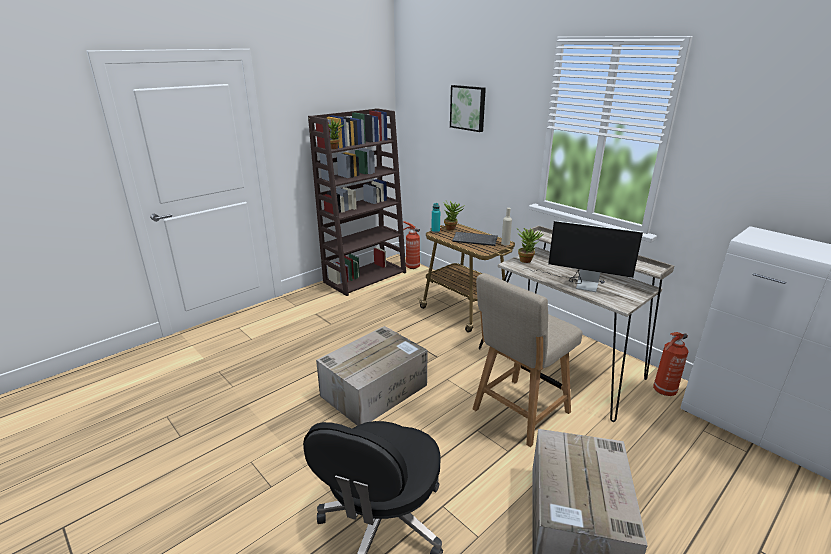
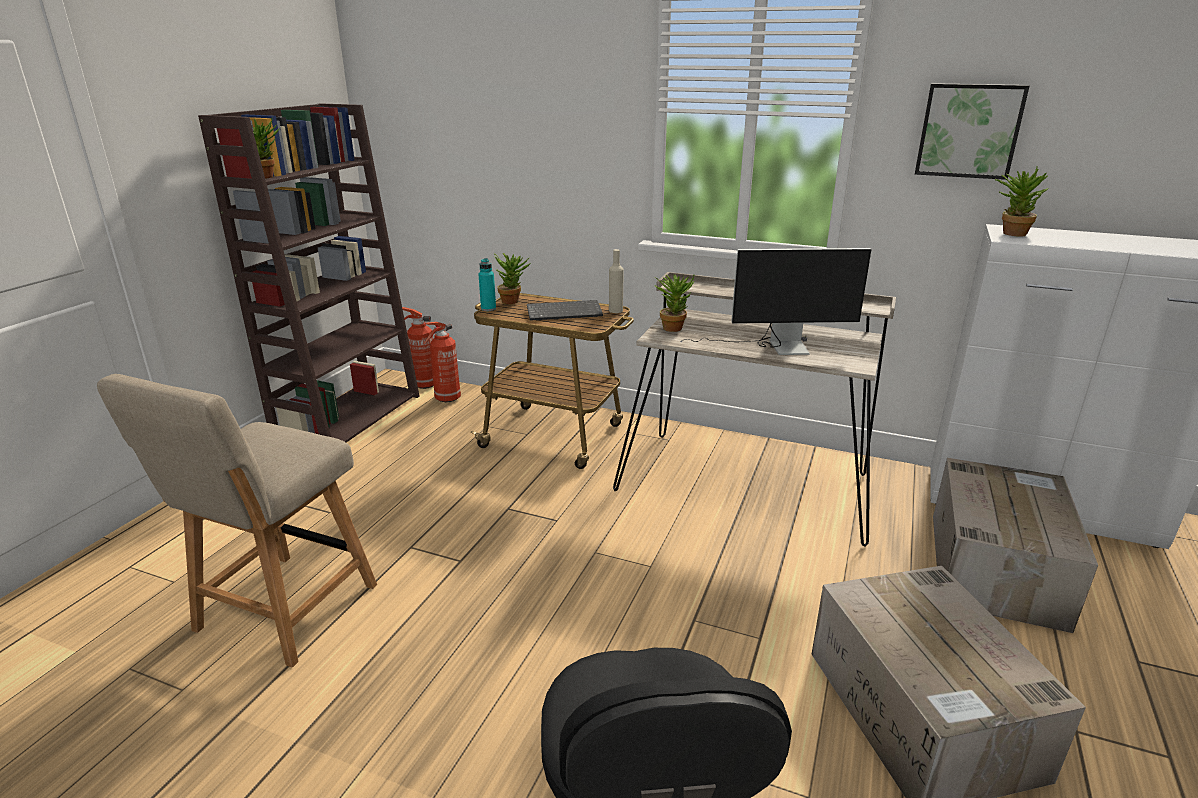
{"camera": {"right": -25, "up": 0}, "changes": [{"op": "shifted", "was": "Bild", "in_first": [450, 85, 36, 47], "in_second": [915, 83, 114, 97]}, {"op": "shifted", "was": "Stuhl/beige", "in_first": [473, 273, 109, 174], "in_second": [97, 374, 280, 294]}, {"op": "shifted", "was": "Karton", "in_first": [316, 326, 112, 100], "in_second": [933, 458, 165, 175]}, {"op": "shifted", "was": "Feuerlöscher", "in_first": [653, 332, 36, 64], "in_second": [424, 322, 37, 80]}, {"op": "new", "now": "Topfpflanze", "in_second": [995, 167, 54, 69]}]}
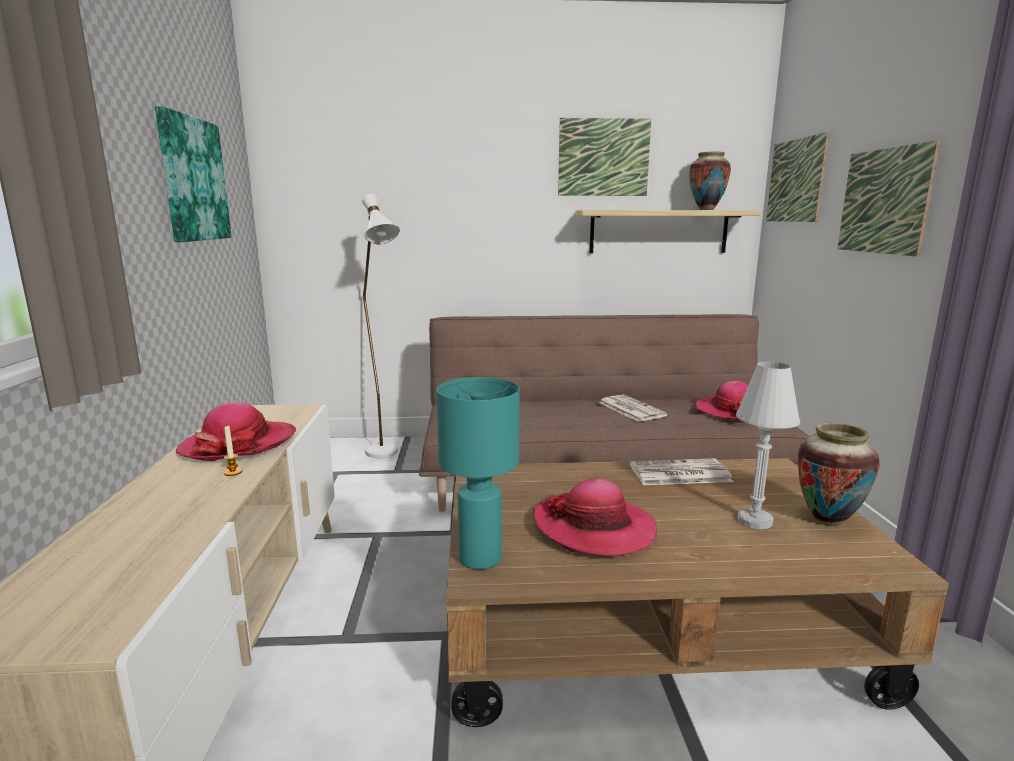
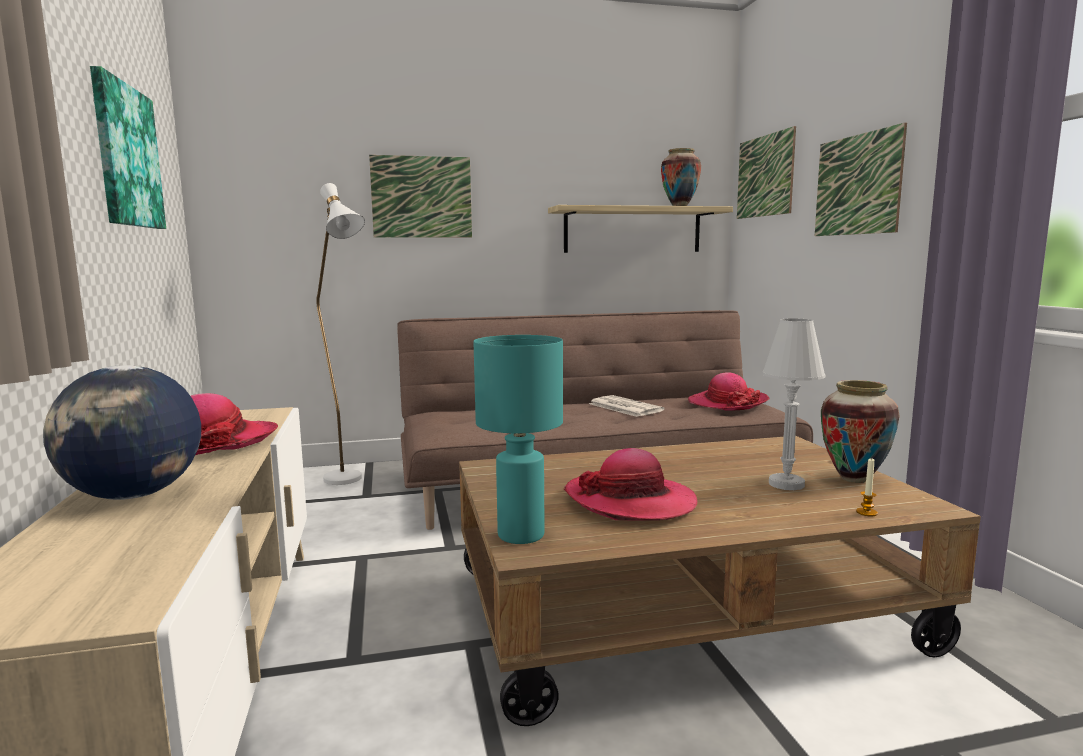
{"camera": {"right": -10, "up": -5}, "changes": [{"op": "shifted", "was": "Bild", "in_first": [558, 118, 93, 78], "in_second": [369, 155, 103, 83]}, {"op": "shifted", "was": "Kerze", "in_first": [224, 426, 18, 50], "in_second": [856, 457, 22, 60]}, {"op": "gone", "was": "Zeitung", "in_first": [630, 458, 103, 27]}, {"op": "new", "now": "Globus", "in_second": [43, 365, 158, 135]}]}
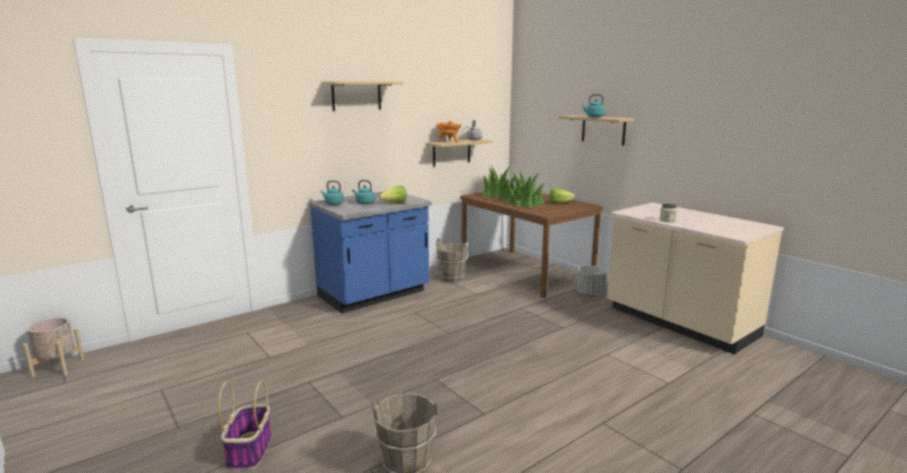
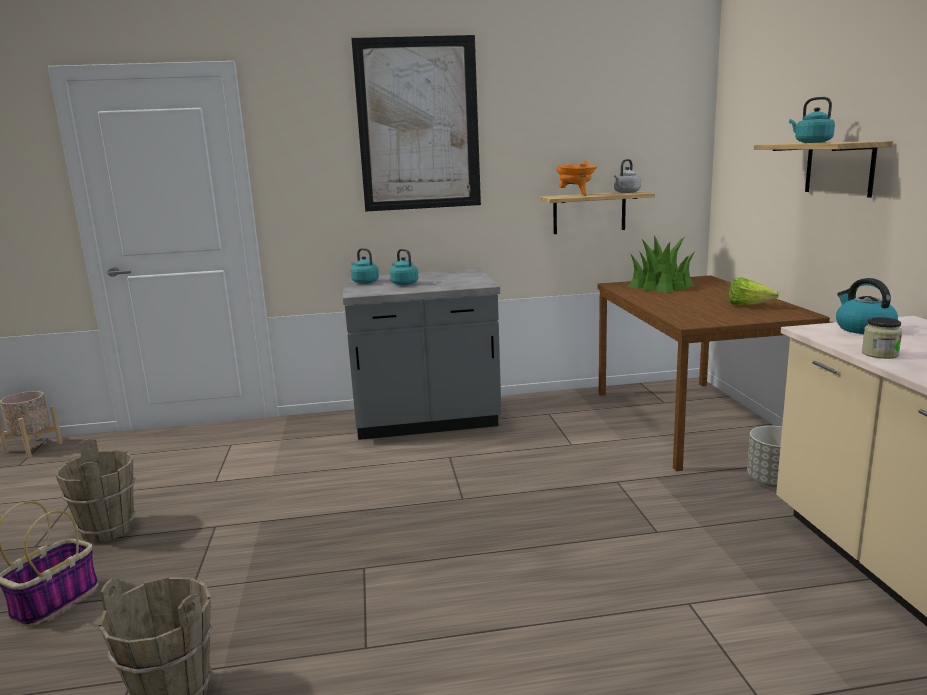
{"camera": {"right": 30, "up": 0}, "changes": [{"op": "swapped", "was": "Wandregal", "now": "Bild", "in_first": [321, 81, 82, 30], "in_second": [351, 35, 130, 177]}, {"op": "gone", "was": "Topfpflanze", "in_first": [505, 171, 40, 37]}, {"op": "gone", "was": "Salatkopf", "in_first": [379, 186, 28, 17]}, {"op": "repainted", "was": "Küchenzeile/blau", "now": "Küchenzeile/grau", "in_first": [309, 192, 122, 121], "in_second": [343, 268, 158, 172]}, {"op": "shifted", "was": "Eimer/braun", "in_first": [437, 238, 31, 45], "in_second": [56, 438, 80, 105]}, {"op": "new", "now": "Wasserkessel", "in_second": [836, 278, 62, 56]}]}
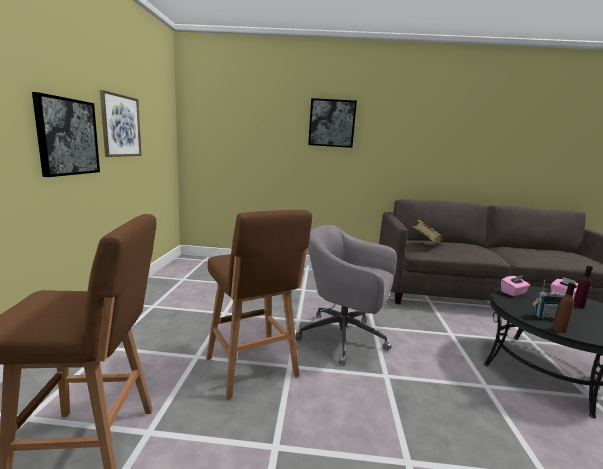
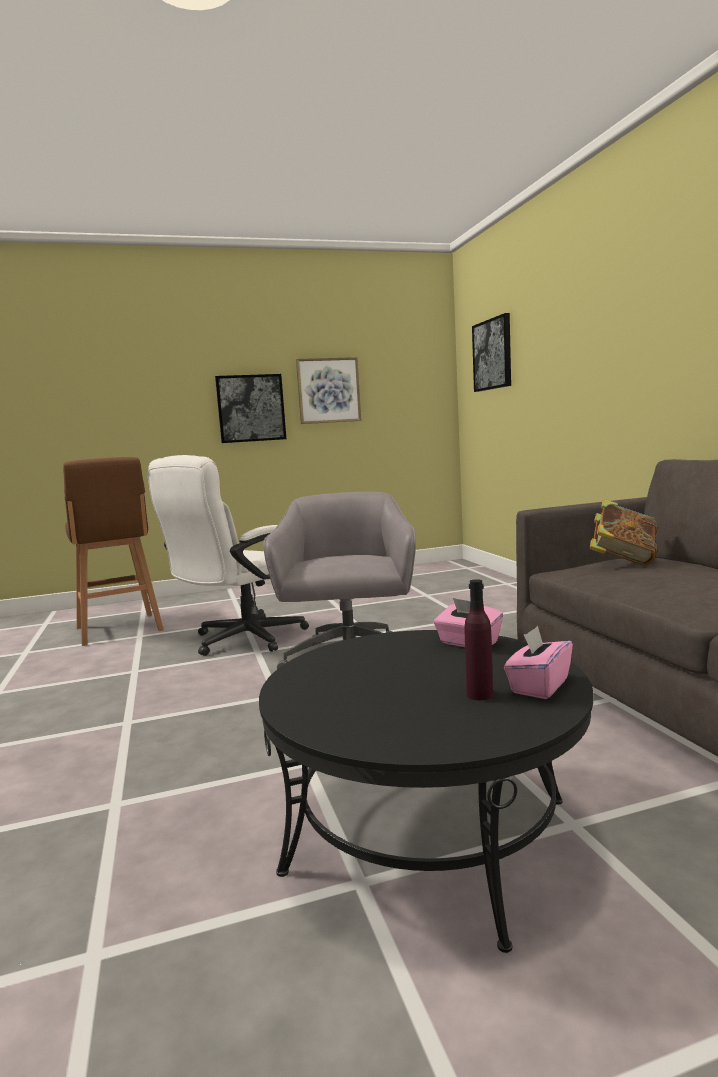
{"camera": {"right": 70, "up": -5}, "changes": [{"op": "shifted", "was": "Bild", "in_first": [308, 98, 49, 50], "in_second": [472, 313, 39, 79]}, {"op": "swapped", "was": "Hocker/braun", "now": "Bürostuhl/weiß", "in_first": [206, 210, 106, 190], "in_second": [148, 455, 161, 201]}, {"op": "gone", "was": "Radio", "in_first": [532, 280, 32, 40]}, {"op": "gone", "was": "Flasche/braun", "in_first": [553, 282, 23, 51]}]}
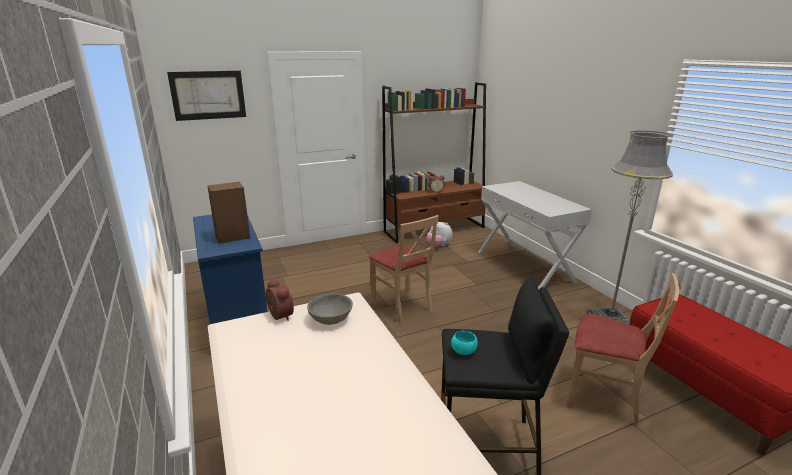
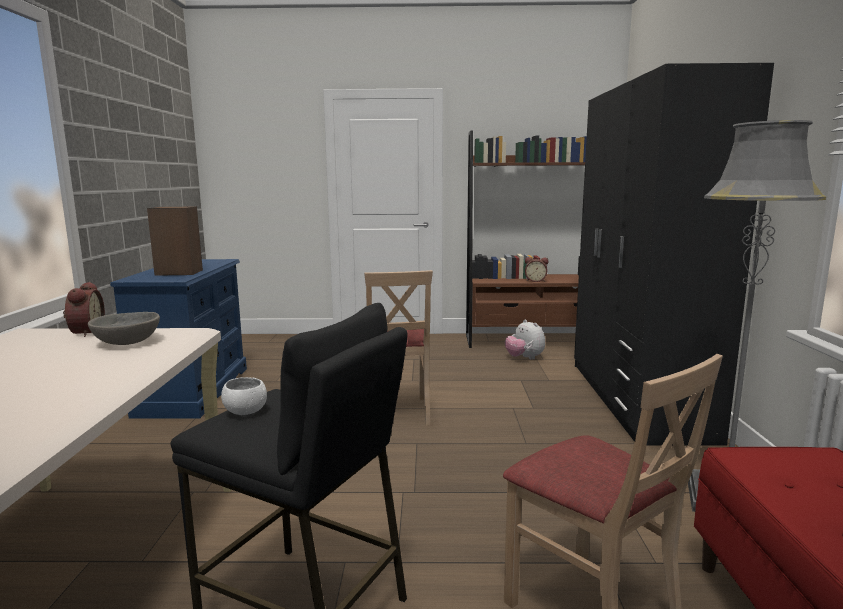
{"camera": {"right": 25, "up": -10}, "changes": [{"op": "gone", "was": "Bild", "in_first": [167, 71, 79, 50]}, {"op": "swapped", "was": "Konsolentisch/weiß", "now": "Kleiderschrank/schwarz", "in_first": [478, 181, 114, 108], "in_second": [574, 63, 200, 383]}, {"op": "repainted", "was": "Schüssel/türkis", "now": "Schüssel/weiß", "in_first": [451, 331, 27, 24], "in_second": [221, 377, 46, 38]}]}
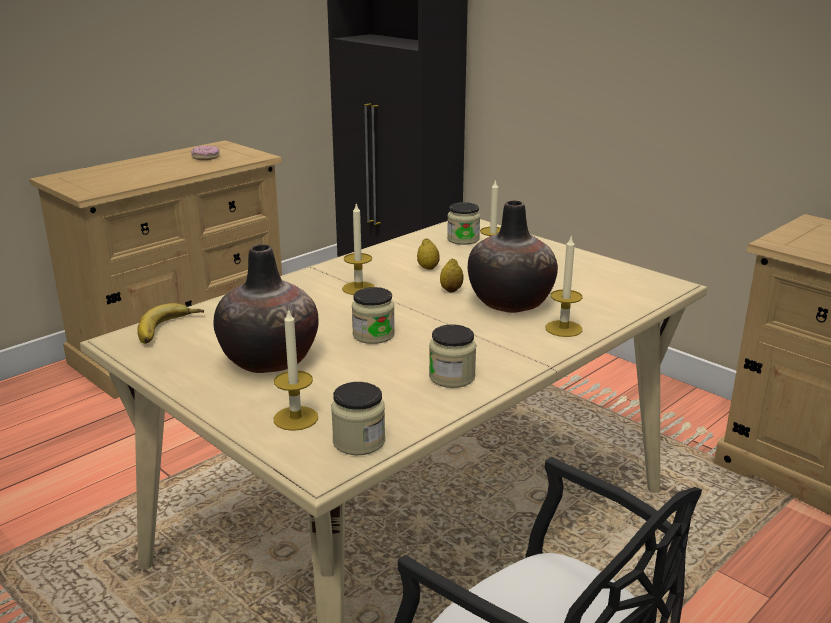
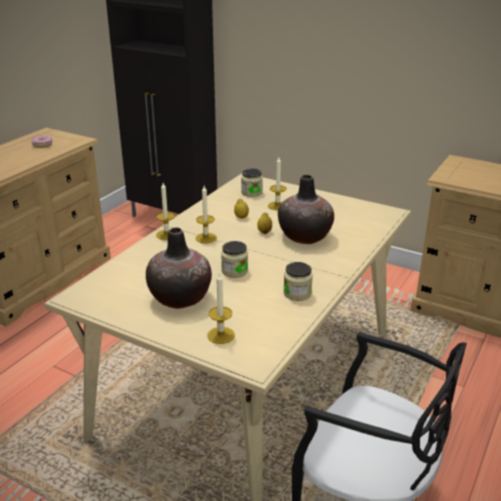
{"camera": {"right": -15, "up": 5}, "changes": [{"op": "shifted", "was": "Kerze", "in_first": [546, 237, 37, 100], "in_second": [156, 183, 19, 57]}, {"op": "gone", "was": "Banane", "in_first": [137, 303, 67, 41]}, {"op": "gone", "was": "Vorratsglas", "in_first": [331, 382, 54, 73]}]}
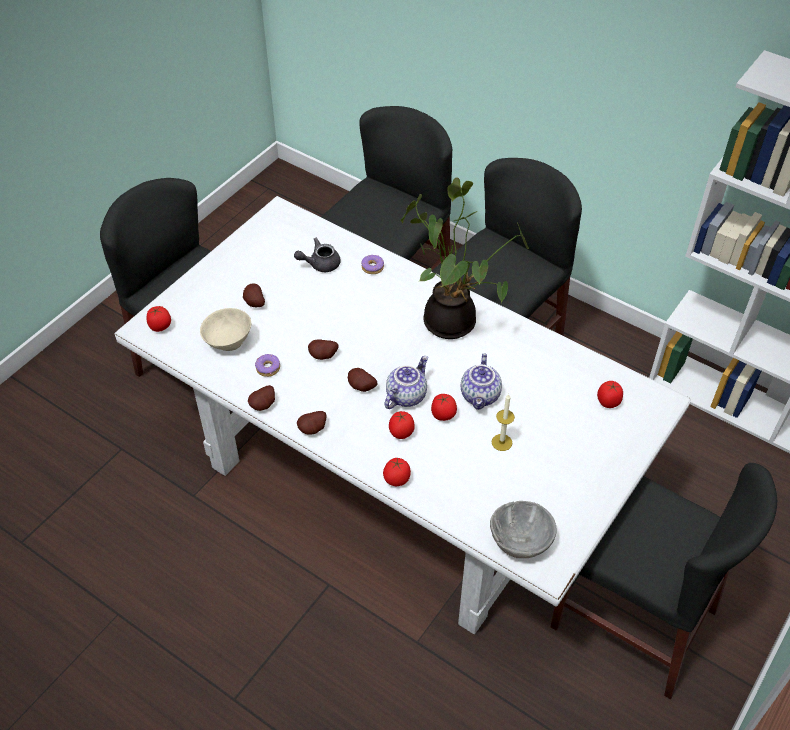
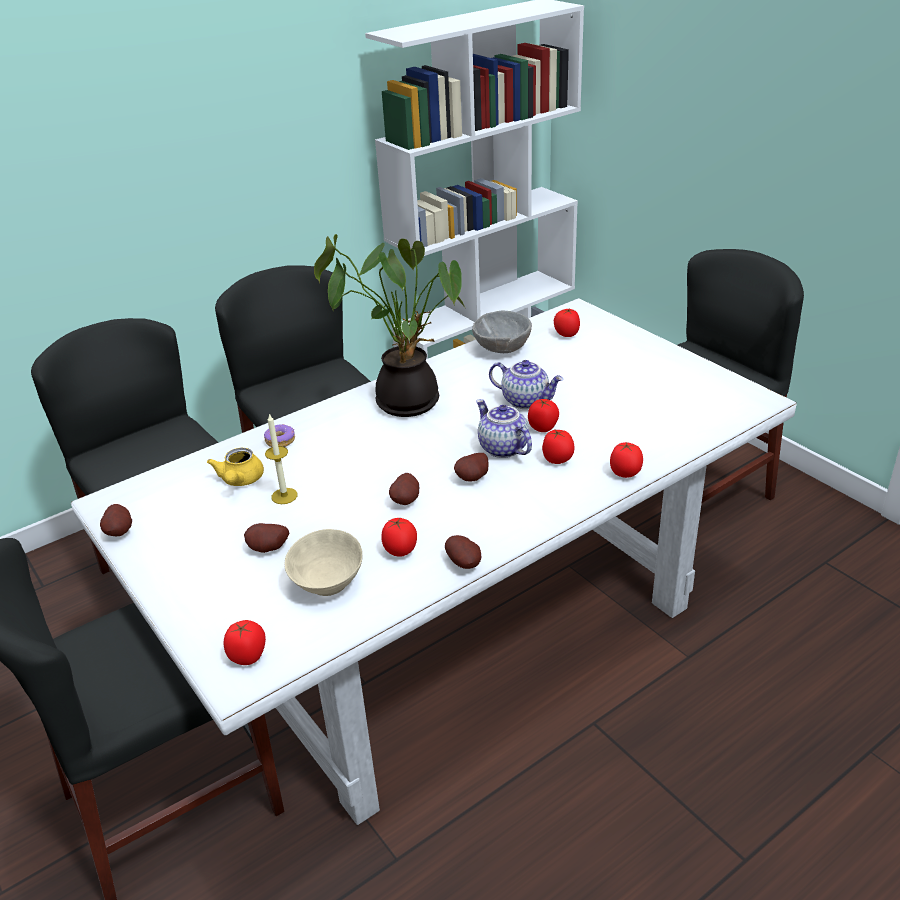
{"camera": {"right": -70, "up": -15}, "changes": [{"op": "repainted", "was": "Teekanne/grau", "now": "Teekanne/gelb", "in_first": [294, 238, 47, 34], "in_second": [207, 448, 57, 38]}, {"op": "swapped", "was": "Donut", "now": "Tomate", "in_first": [255, 354, 25, 23], "in_second": [381, 518, 36, 39]}, {"op": "shifted", "was": "Kerze", "in_first": [492, 394, 23, 57], "in_second": [265, 414, 33, 90]}, {"op": "shifted", "was": "Kartoffel", "in_first": [297, 411, 29, 24], "in_second": [100, 504, 32, 32]}, {"op": "shifted", "was": "Schüssel/grau", "in_first": [490, 501, 67, 57], "in_second": [472, 310, 60, 43]}]}
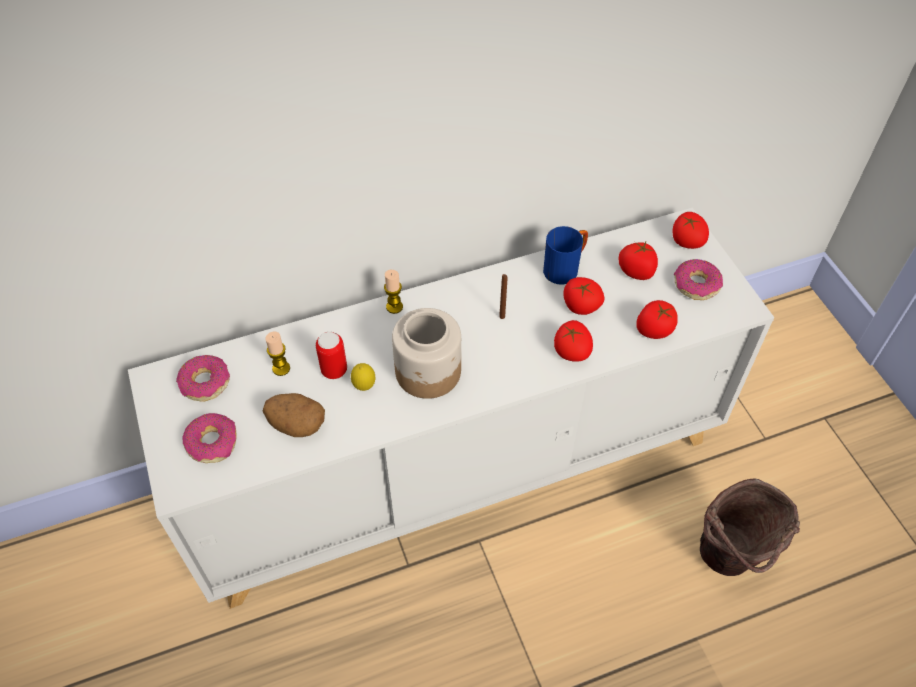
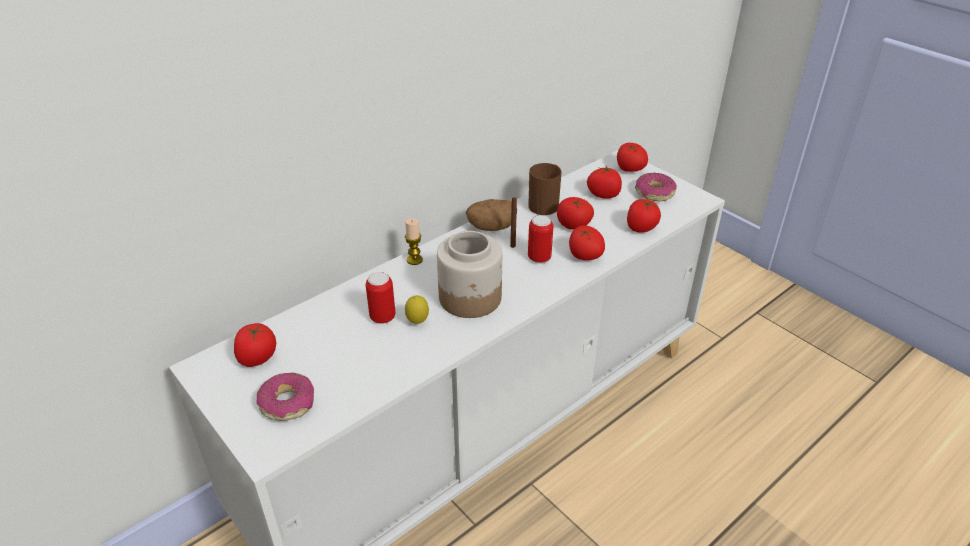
{"camera": {"right": -20, "up": -15}, "changes": [{"op": "repainted", "was": "Henkelbecher/blau", "now": "Henkelbecher/braun", "in_first": [543, 226, 45, 59], "in_second": [528, 163, 34, 52]}, {"op": "gone", "was": "Kerze", "in_first": [265, 332, 25, 44]}, {"op": "swapped", "was": "Donut", "now": "Tomate", "in_first": [176, 355, 54, 46], "in_second": [234, 323, 42, 44]}, {"op": "shifted", "was": "Kartoffel", "in_first": [262, 393, 63, 44], "in_second": [466, 199, 51, 32]}, {"op": "gone", "was": "Eimer/braun", "in_first": [700, 479, 100, 97]}, {"op": "new", "now": "Dose", "in_second": [528, 215, 25, 48]}]}
